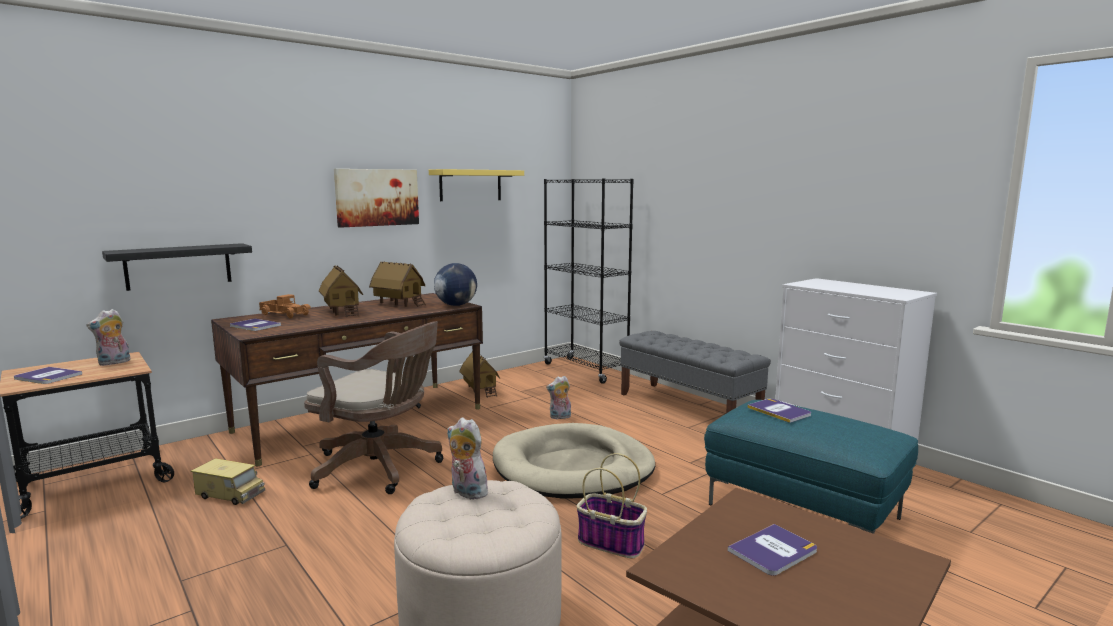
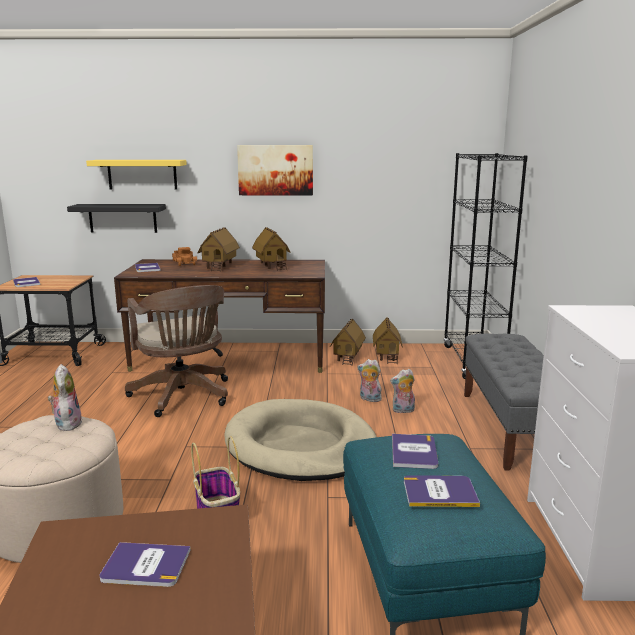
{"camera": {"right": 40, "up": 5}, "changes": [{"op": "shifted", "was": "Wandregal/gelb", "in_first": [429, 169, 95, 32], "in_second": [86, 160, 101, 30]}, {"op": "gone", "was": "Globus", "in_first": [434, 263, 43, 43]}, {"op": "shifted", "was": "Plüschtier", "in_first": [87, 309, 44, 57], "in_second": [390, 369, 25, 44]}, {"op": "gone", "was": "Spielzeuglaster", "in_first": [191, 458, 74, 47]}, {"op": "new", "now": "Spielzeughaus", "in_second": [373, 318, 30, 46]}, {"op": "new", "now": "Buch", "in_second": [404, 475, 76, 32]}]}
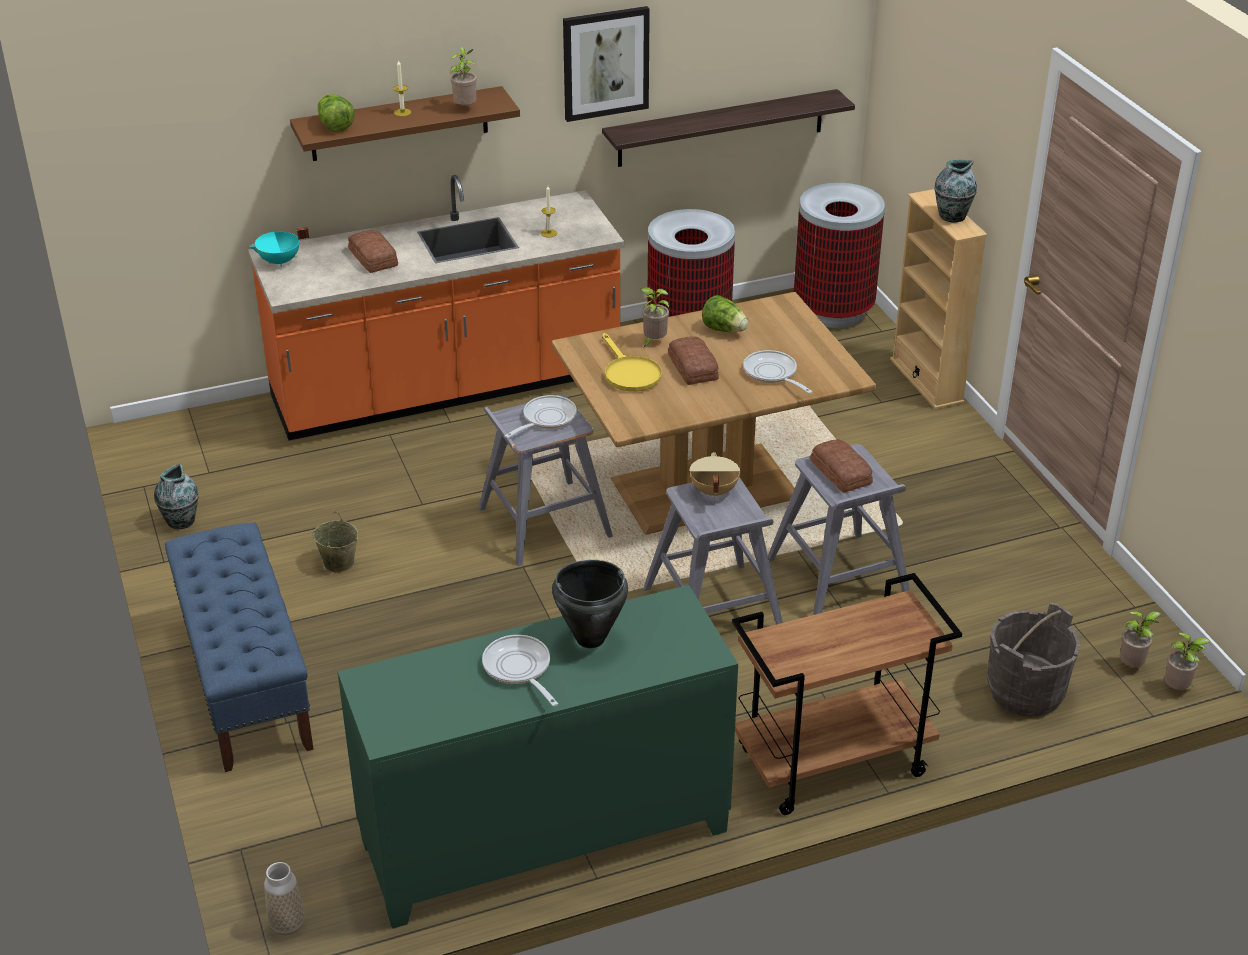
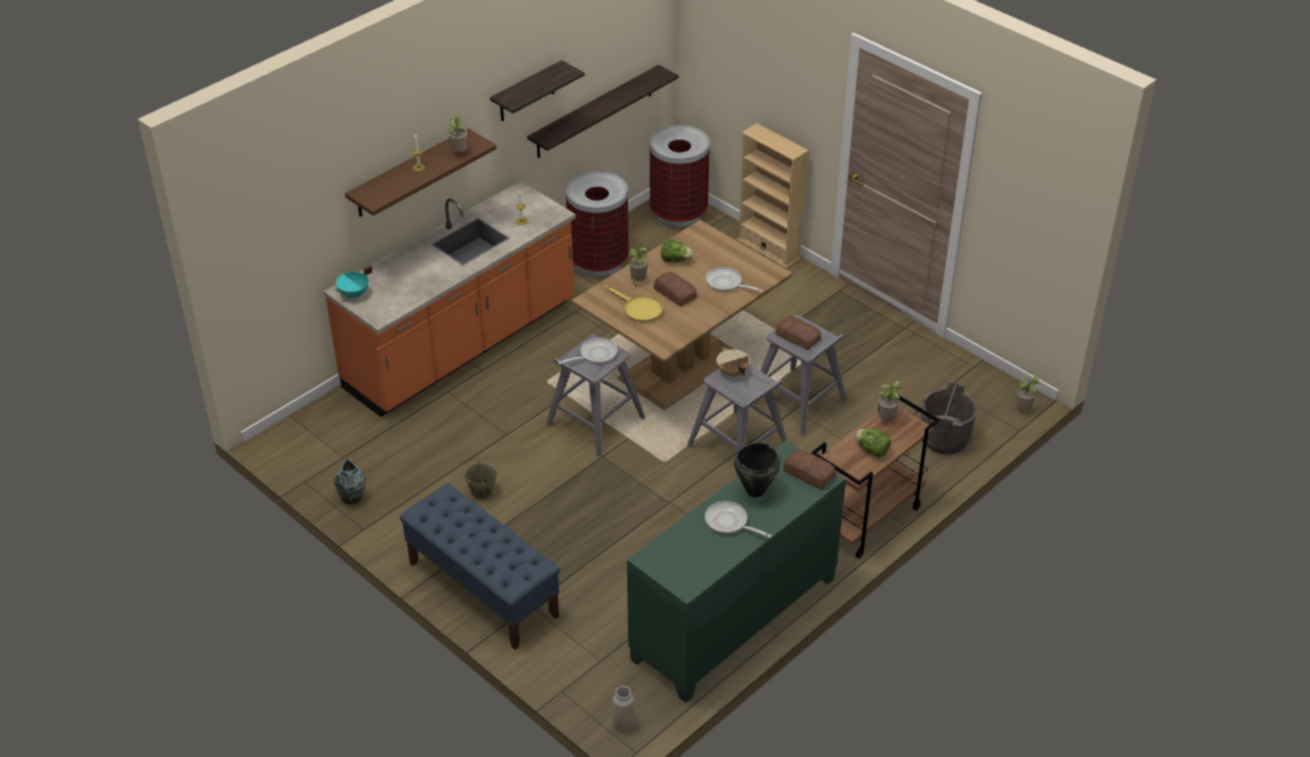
{"camera": {"right": -25, "up": 5}, "changes": [{"op": "swapped", "was": "Bild", "now": "Wandregal", "in_first": [563, 6, 87, 116], "in_second": [490, 60, 95, 61]}, {"op": "shifted", "was": "Salatkopf", "in_first": [318, 94, 36, 38], "in_second": [854, 429, 37, 29]}, {"op": "gone", "was": "Vase", "in_first": [935, 160, 42, 63]}, {"op": "shifted", "was": "Brot", "in_first": [348, 230, 50, 43], "in_second": [784, 450, 52, 40]}, {"op": "rotated", "was": "Pfanne", "in_first": [504, 395, 73, 43], "in_second": [558, 338, 59, 26], "clockwise": 45}, {"op": "shifted", "was": "Topfpflanze", "in_first": [1120, 611, 41, 56], "in_second": [878, 380, 25, 41]}]}
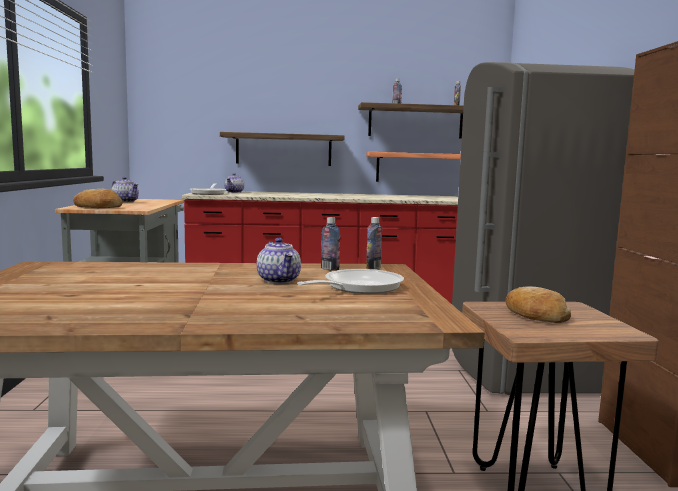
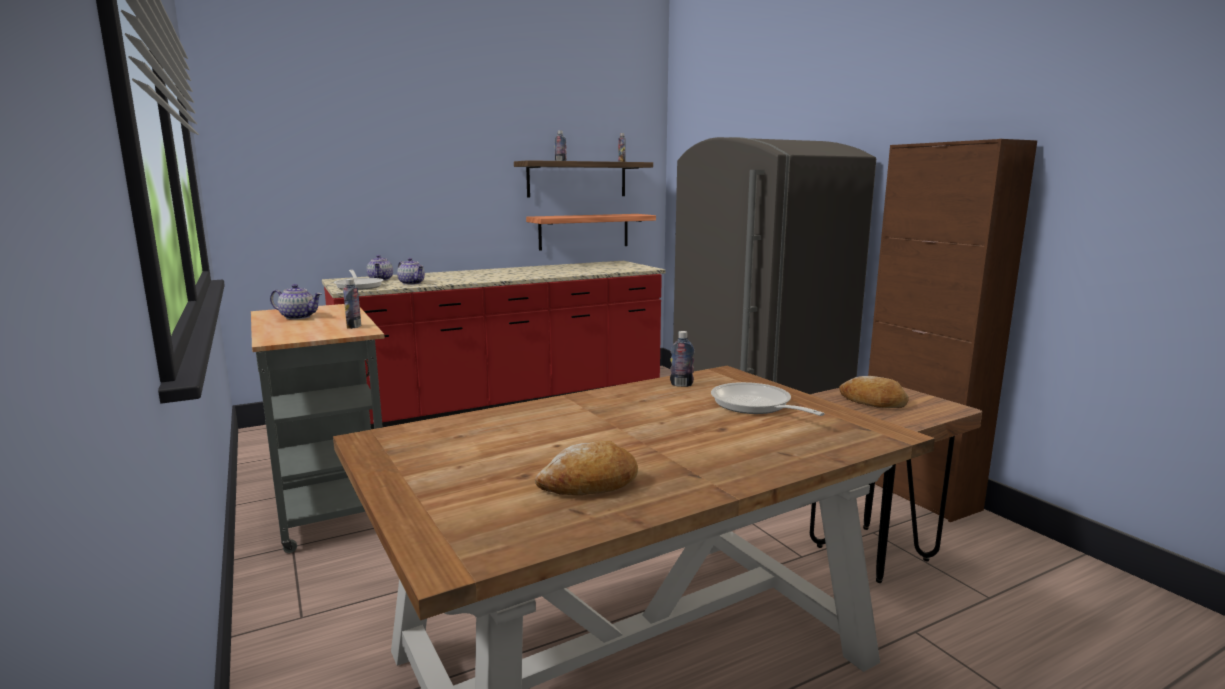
{"camera": {"right": -25, "up": 5}, "changes": [{"op": "gone", "was": "Wandregal", "in_first": [220, 132, 124, 34]}, {"op": "shifted", "was": "Brot", "in_first": [73, 189, 50, 19], "in_second": [535, 441, 103, 54]}, {"op": "shifted", "was": "Flasche", "in_first": [366, 217, 16, 52], "in_second": [343, 279, 18, 50]}, {"op": "shifted", "was": "Teekanne", "in_first": [257, 238, 44, 46], "in_second": [397, 258, 28, 27]}, {"op": "rotated", "was": "Pfanne", "in_first": [297, 269, 107, 25], "in_second": [711, 382, 114, 34], "clockwise": -45}]}
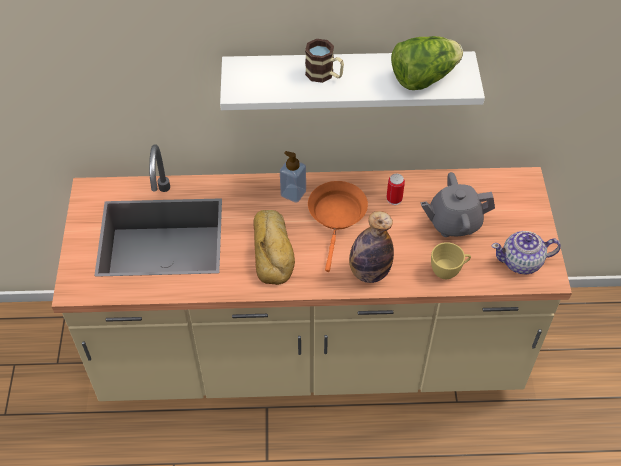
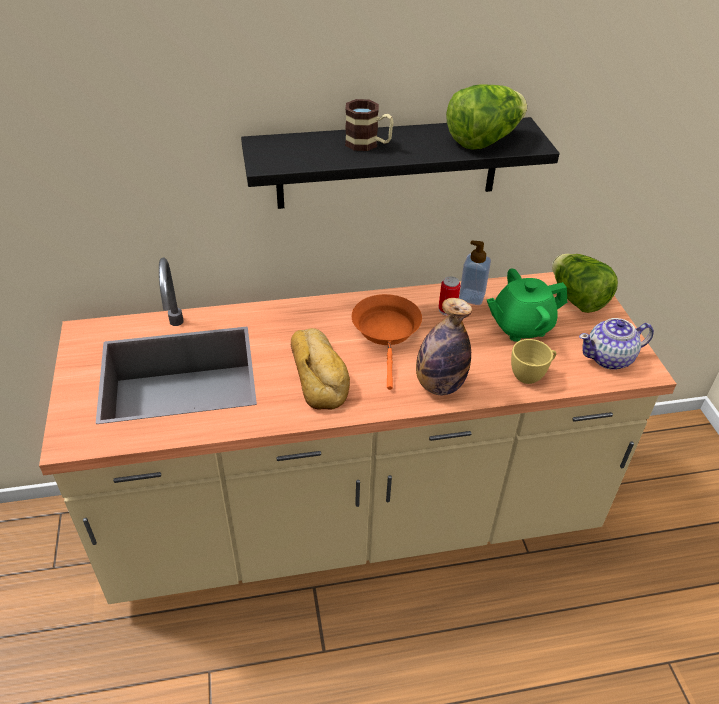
{"camera": {"right": -10, "up": -10}, "changes": [{"op": "repainted", "was": "Wandregal/weiß", "now": "Wandregal/schwarz", "in_first": [220, 51, 265, 59], "in_second": [241, 117, 319, 92]}, {"op": "shifted", "was": "Seifenspender", "in_first": [280, 151, 26, 52], "in_second": [459, 240, 32, 65]}, {"op": "repainted", "was": "Teekanne/grau", "now": "Teekanne/grün", "in_first": [421, 172, 74, 65], "in_second": [487, 268, 80, 74]}, {"op": "new", "now": "Salatkopf", "in_second": [552, 254, 66, 59]}]}
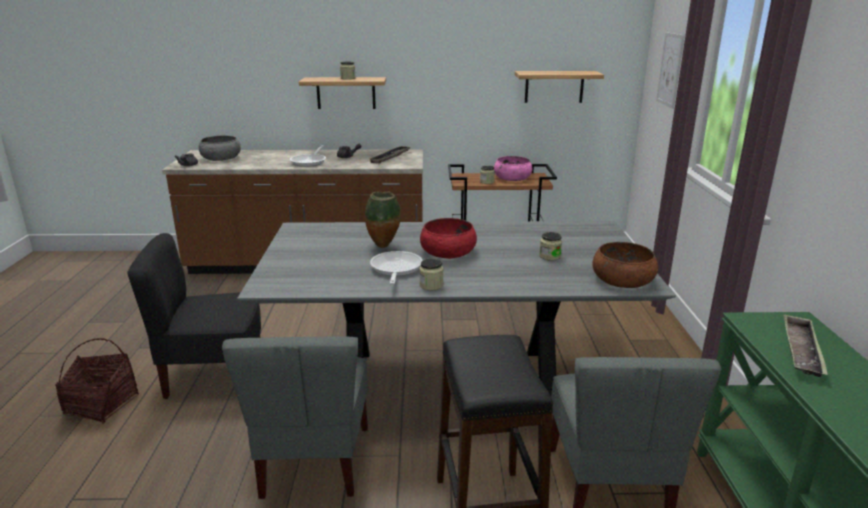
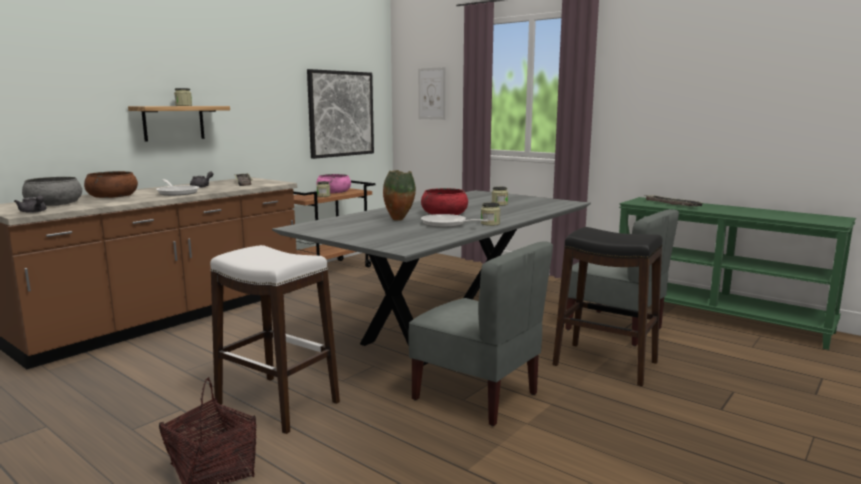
{"camera": {"right": -50, "up": -10}, "changes": [{"op": "swapped", "was": "Wandregal", "now": "Bild", "in_first": [515, 71, 89, 32], "in_second": [307, 69, 67, 90]}, {"op": "swapped", "was": "Stuhl/schwarz", "now": "Hocker/weiß", "in_first": [127, 233, 134, 166], "in_second": [210, 245, 130, 189]}, {"op": "shifted", "was": "Schüssel/braun", "in_first": [592, 242, 67, 46], "in_second": [84, 171, 54, 27]}]}
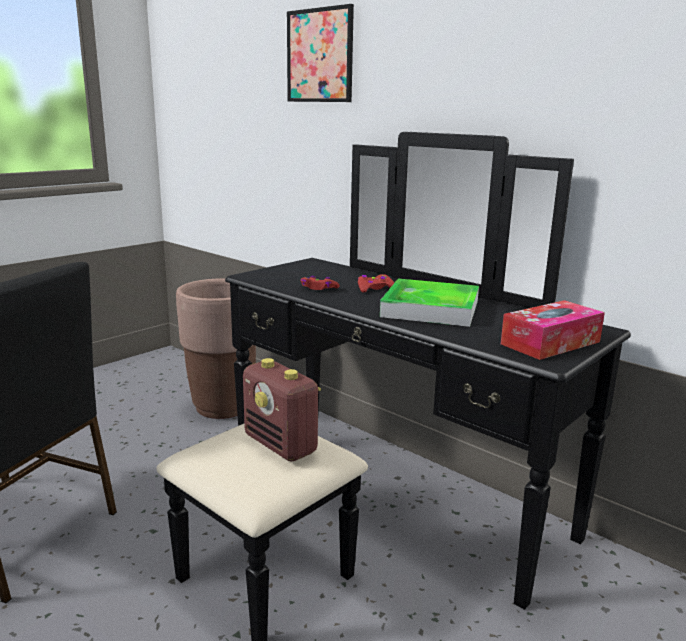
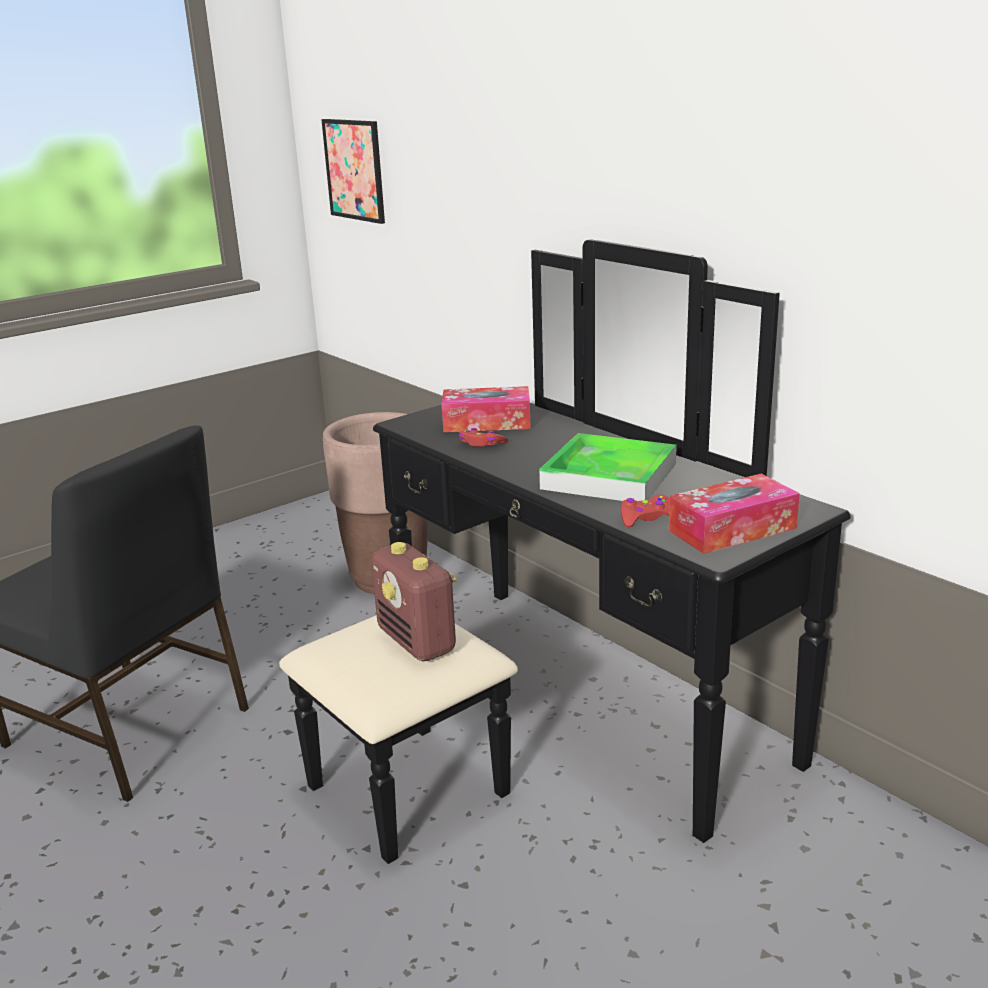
{"camera": {"right": 10, "up": 5}, "changes": [{"op": "shifted", "was": "Bild", "in_first": [287, 4, 67, 98], "in_second": [321, 119, 64, 105]}, {"op": "shifted", "was": "Gamepad/rot", "in_first": [358, 274, 36, 19], "in_second": [621, 495, 49, 32]}, {"op": "new", "now": "Taschentuchbox", "in_second": [442, 386, 89, 46]}]}
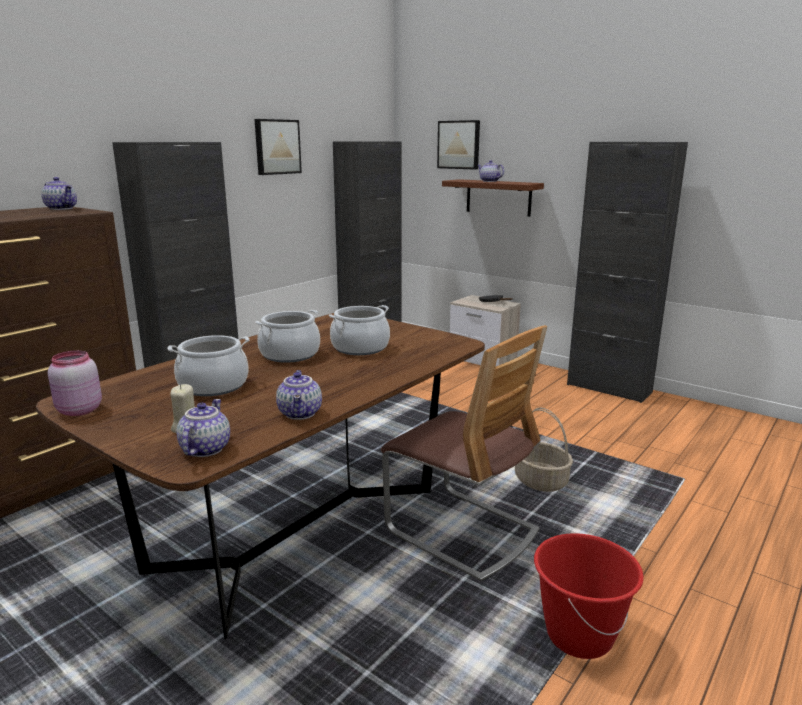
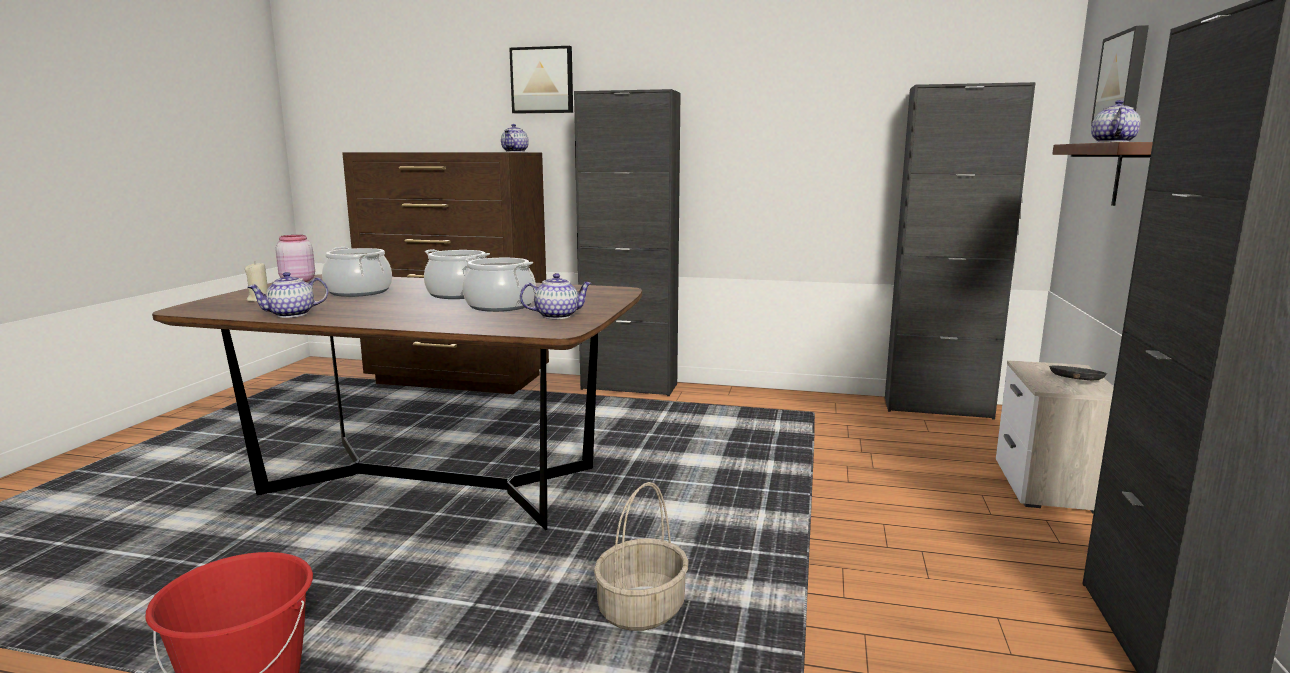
{"camera": {"right": 65, "up": -5}, "changes": [{"op": "shifted", "was": "Bild", "in_first": [255, 119, 47, 56], "in_second": [509, 46, 64, 68]}, {"op": "gone", "was": "Stuhl", "in_first": [381, 325, 166, 256]}, {"op": "shifted", "was": "Teekanne", "in_first": [176, 399, 54, 58], "in_second": [520, 273, 72, 46]}]}
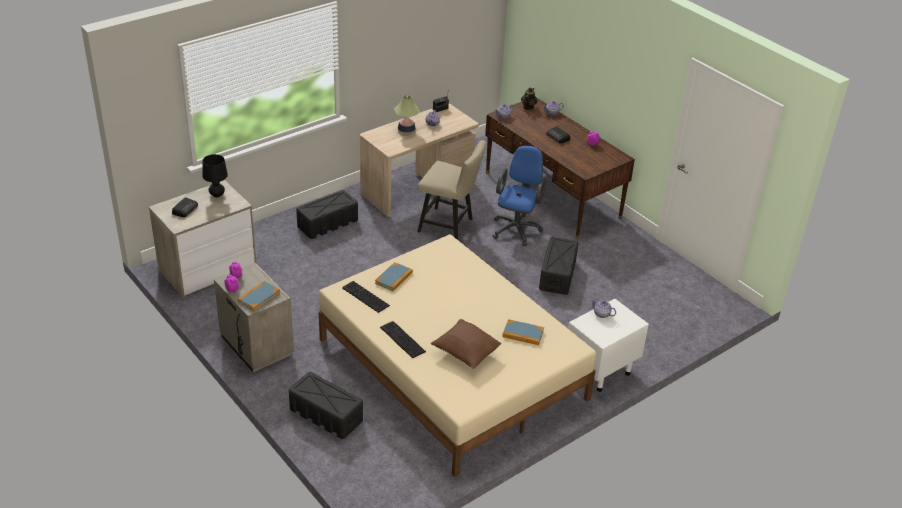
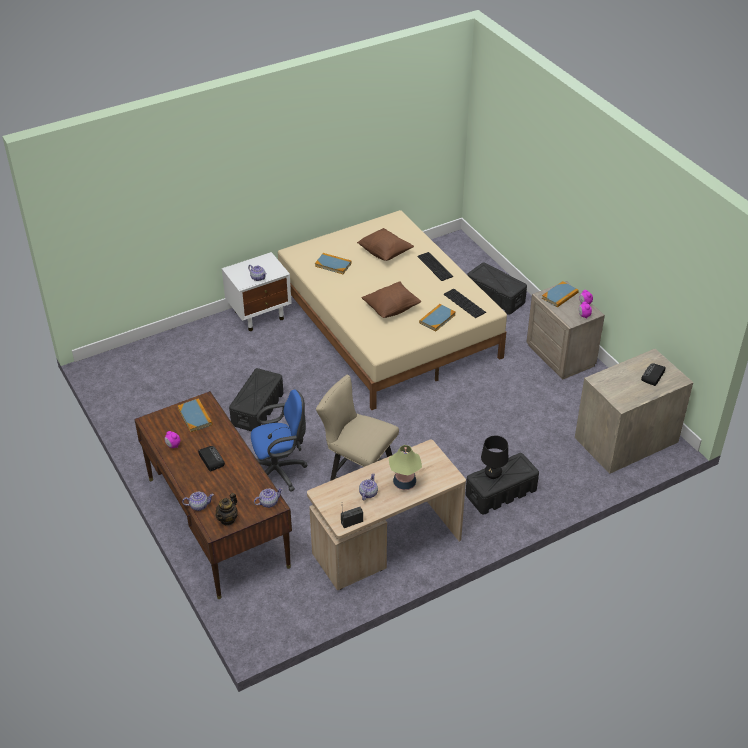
{"camera": {"right": -170, "up": 5}, "changes": [{"op": "rotated", "was": "Bürostuhl/blau", "in_first": [493, 146, 54, 100], "in_second": [251, 390, 57, 102], "clockwise": -135}, {"op": "shifted", "was": "Tischlampe/schwarz", "in_first": [202, 154, 26, 43], "in_second": [481, 436, 28, 43]}, {"op": "new", "now": "Kissen/braun", "in_second": [361, 282, 60, 36]}, {"op": "new", "now": "Buch", "in_second": [178, 399, 34, 33]}]}
